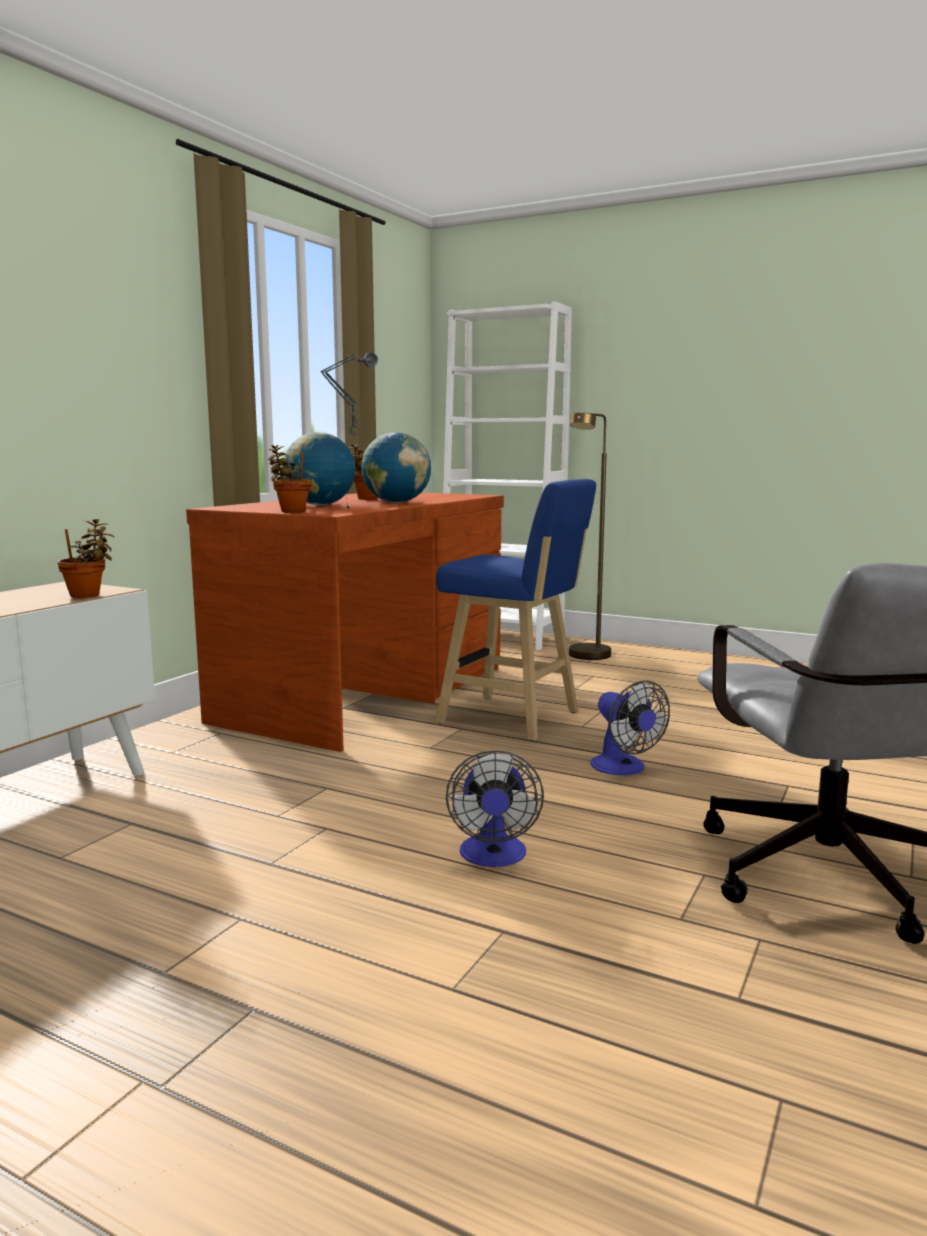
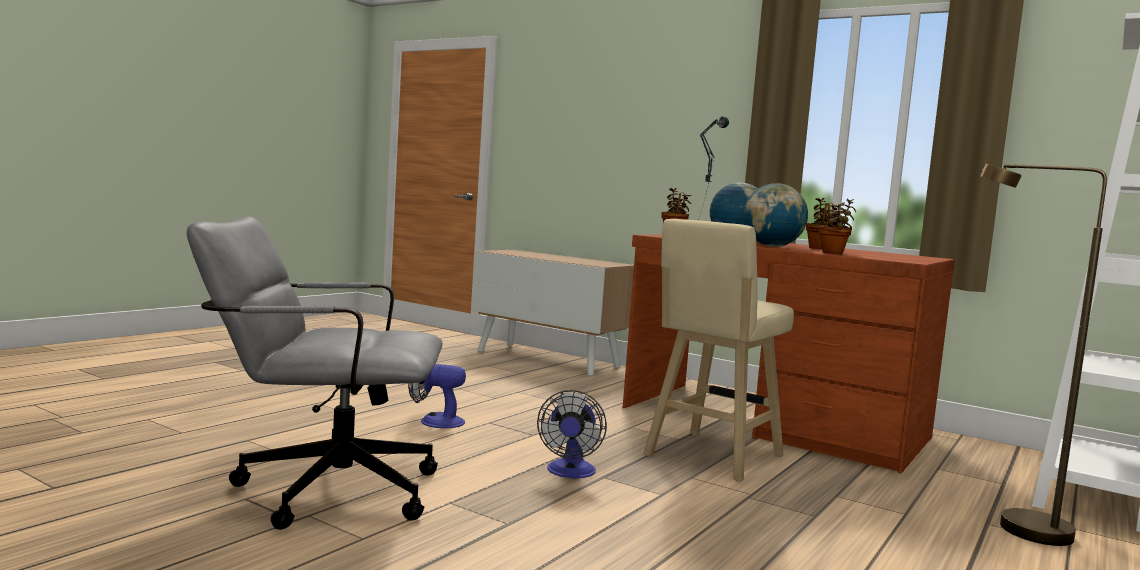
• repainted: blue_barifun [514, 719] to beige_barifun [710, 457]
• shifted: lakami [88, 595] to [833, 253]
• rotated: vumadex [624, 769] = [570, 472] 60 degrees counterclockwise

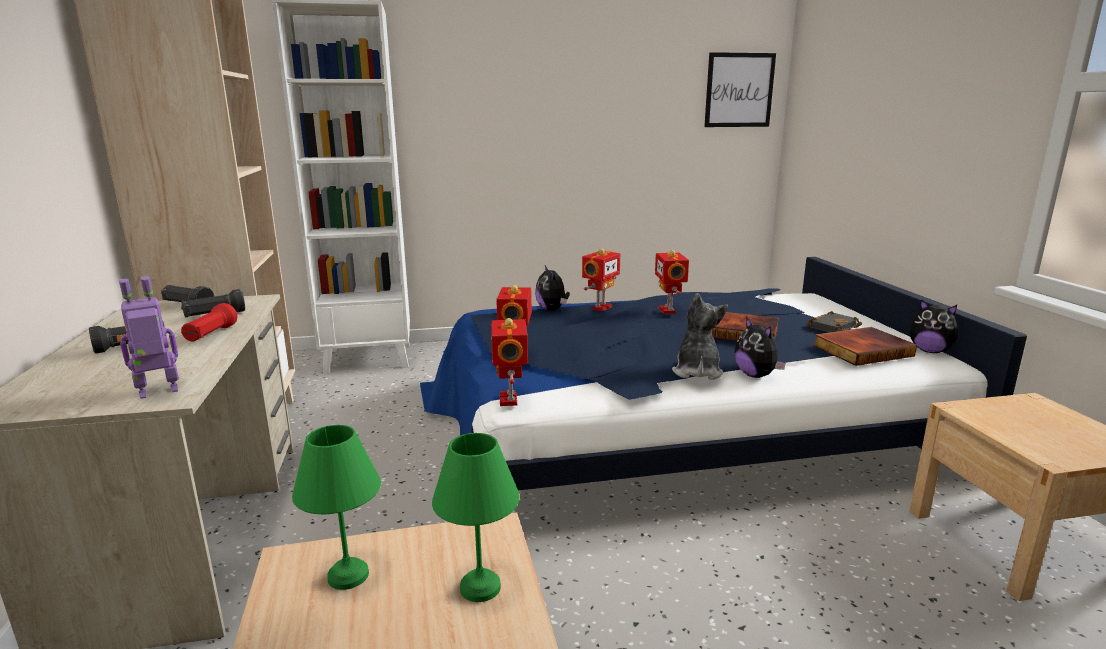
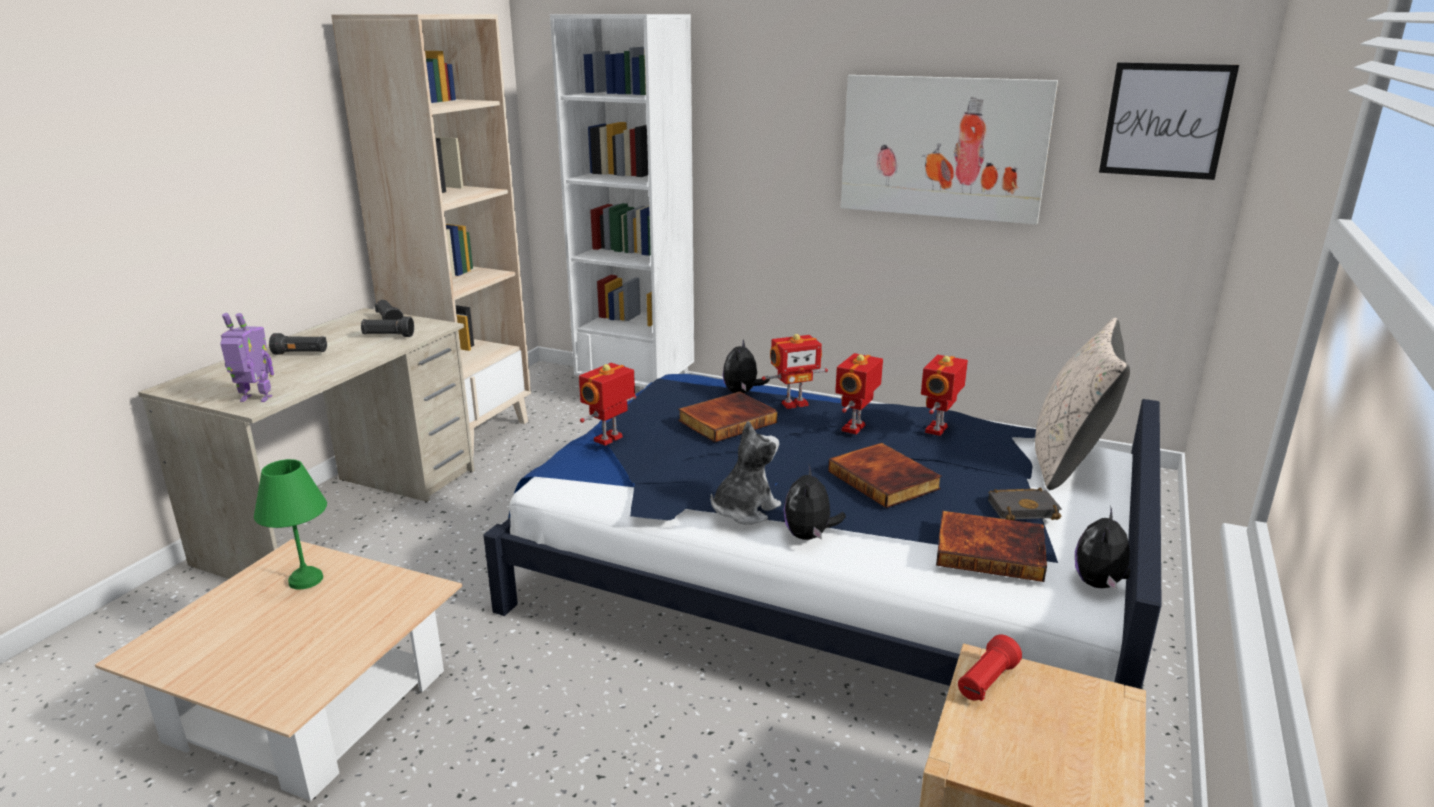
• rotated: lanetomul [930, 351] = [1101, 584] 45 degrees clockwise
• shifted: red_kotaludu [210, 335] to [986, 682]
• shifted: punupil [510, 400] to [938, 430]
• gone: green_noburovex [479, 586]
• new: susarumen [942, 147]
• new: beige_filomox [1069, 461]
• new: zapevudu [727, 420]

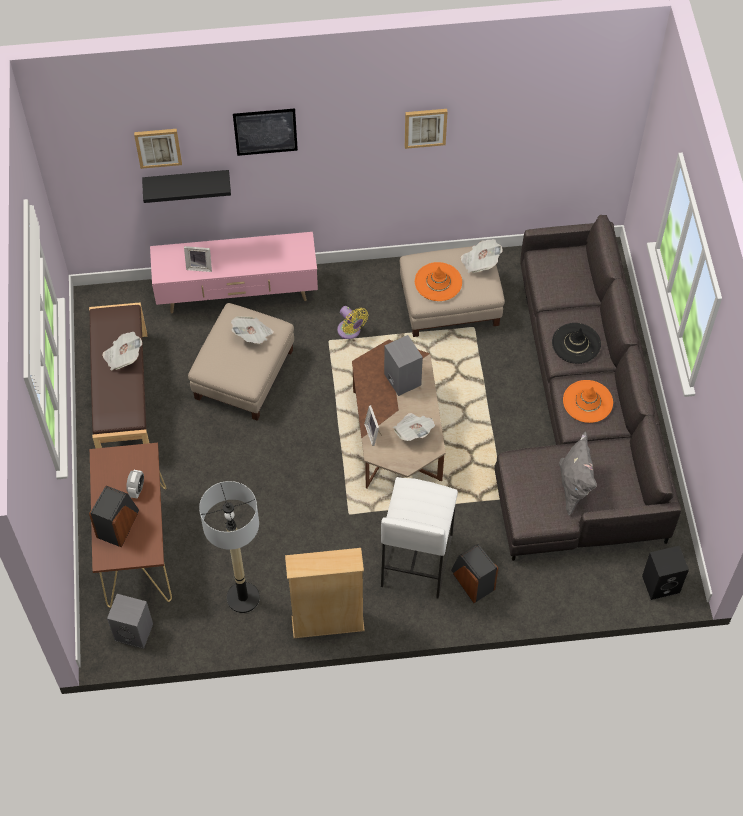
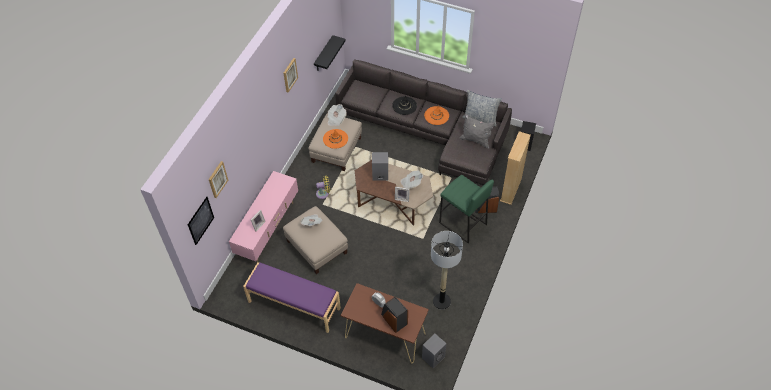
• shifted: susarumen [265, 131] to [200, 220]
• shifted: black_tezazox [187, 183] to [323, 54]
• repainted: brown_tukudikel [123, 398] to purple_tukudikel [294, 305]
• gone: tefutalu [123, 357]
• repainted: white_barifun [416, 560] to green_barifun [462, 223]
• shifted: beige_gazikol [328, 624] to [511, 190]
• new: filomox [480, 118]

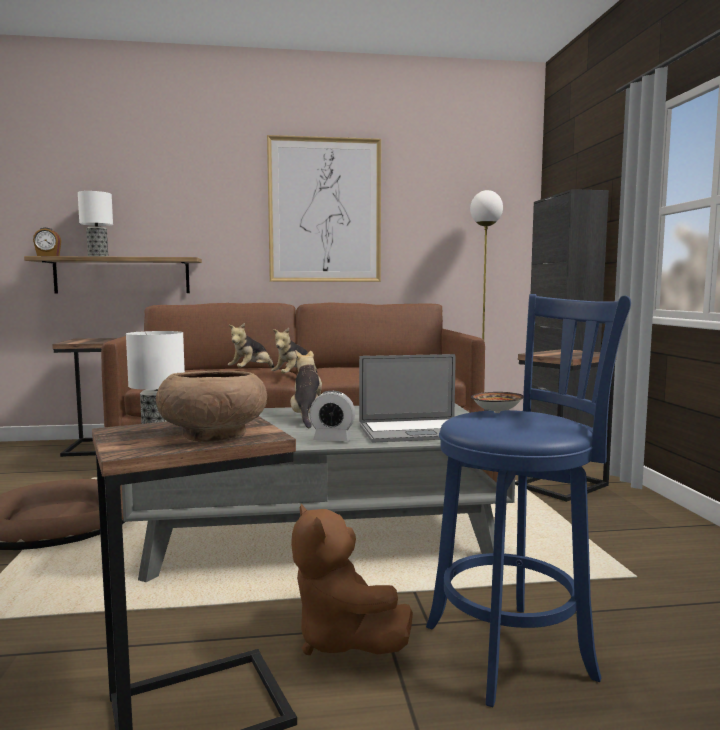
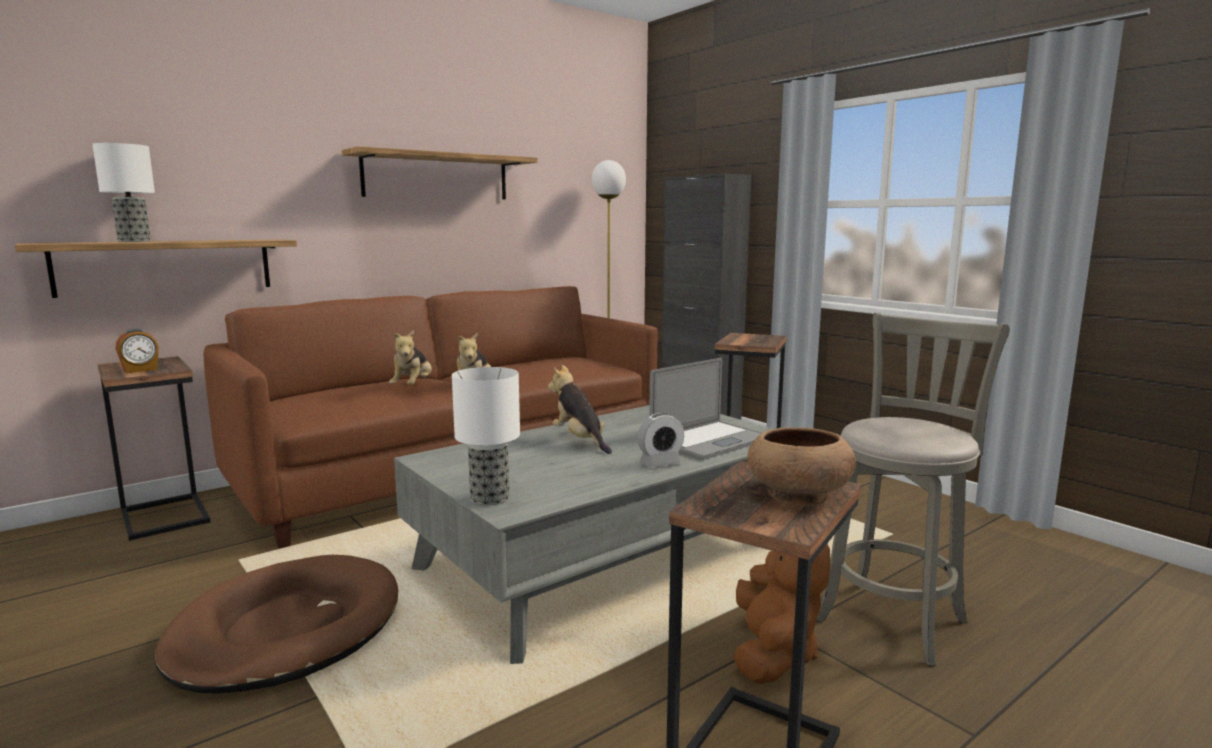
• swapped: susarumen [325, 210] to tezazox [436, 177]
• shifted: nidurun [48, 256] to [140, 370]
• repainted: blue_barifun [516, 650] to grey_barifun [894, 618]
• gone: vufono [498, 412]
• rotated: brown_lanetomul [342, 640] = [773, 654] 105 degrees counterclockwise

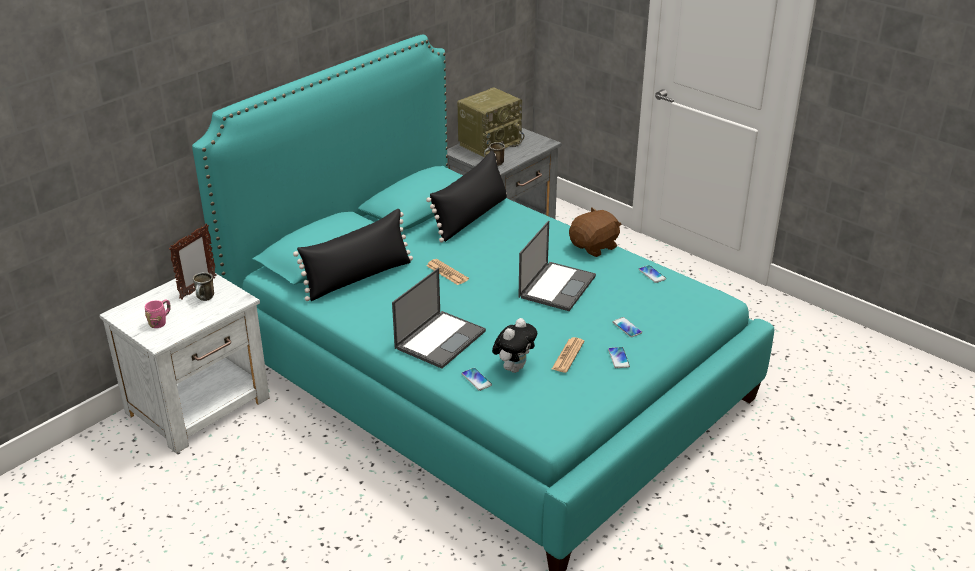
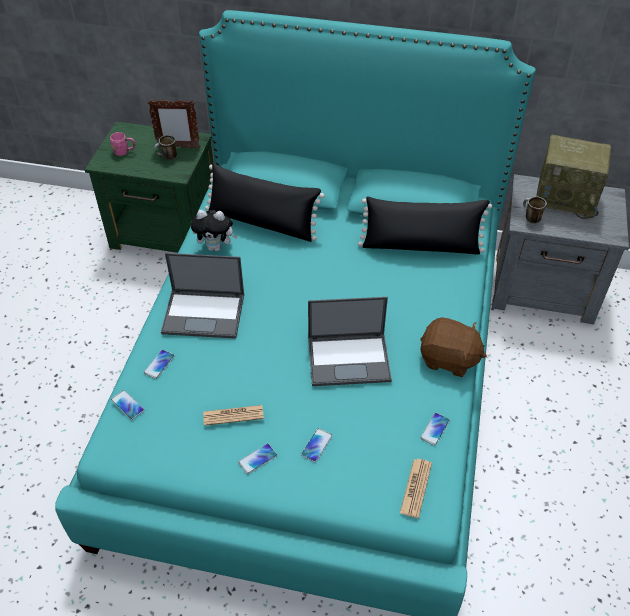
• shifted: tefutalu [447, 272] to [416, 488]
• repainted: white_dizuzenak [200, 405] to green_dizuzenak [166, 231]
• shifted: lanetomul [514, 367] to [216, 247]
• new: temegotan [127, 405]

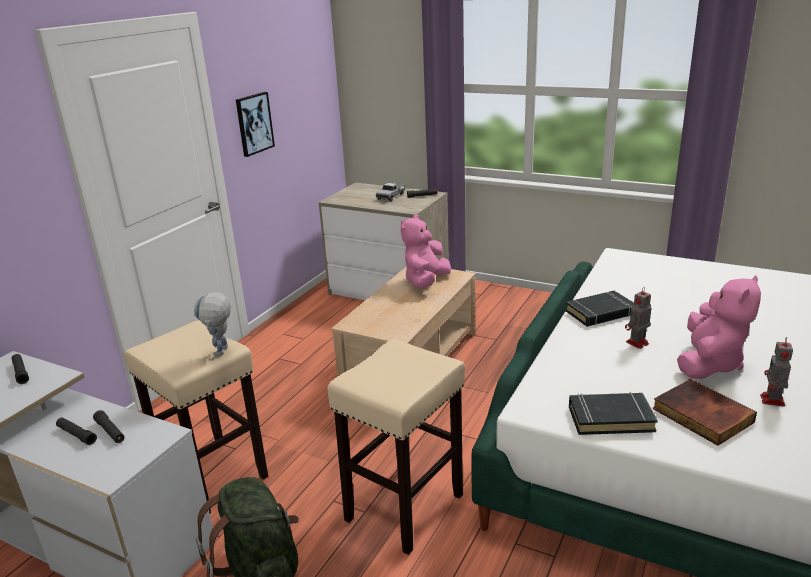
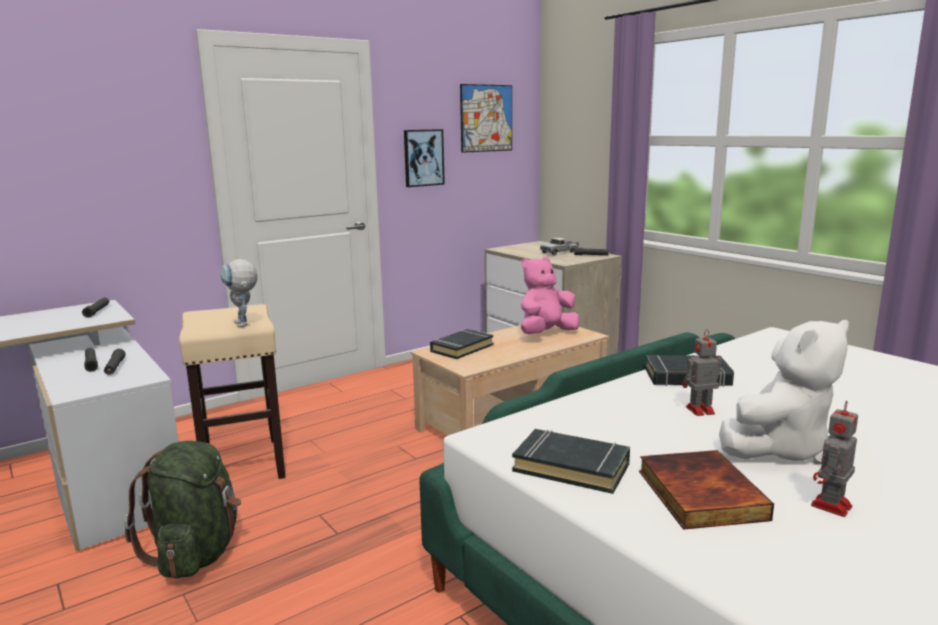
• repainted: pink_lanetomul [709, 363] to white_lanetomul [778, 448]
• rotated: punupil [221, 354] = [244, 325] 60 degrees counterclockwise
• gone: beige_barifun [405, 506]
• new: susarumen [486, 118]
• new: black_zapevudu [461, 348]

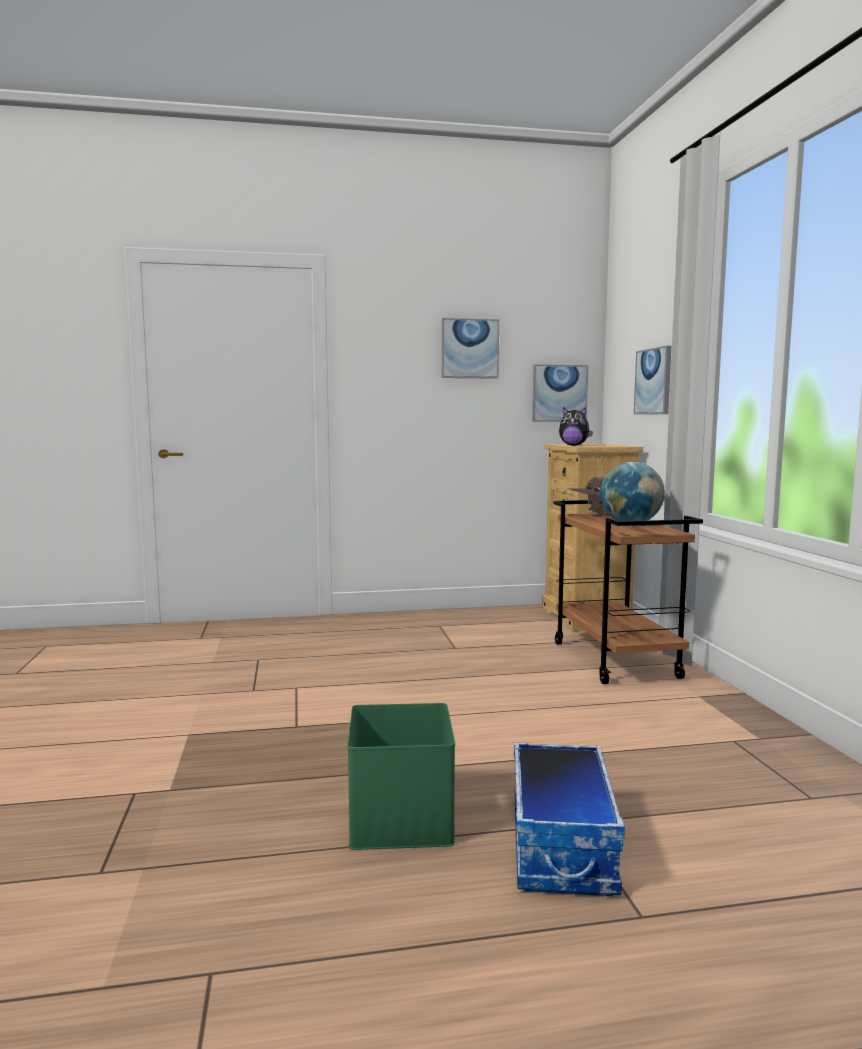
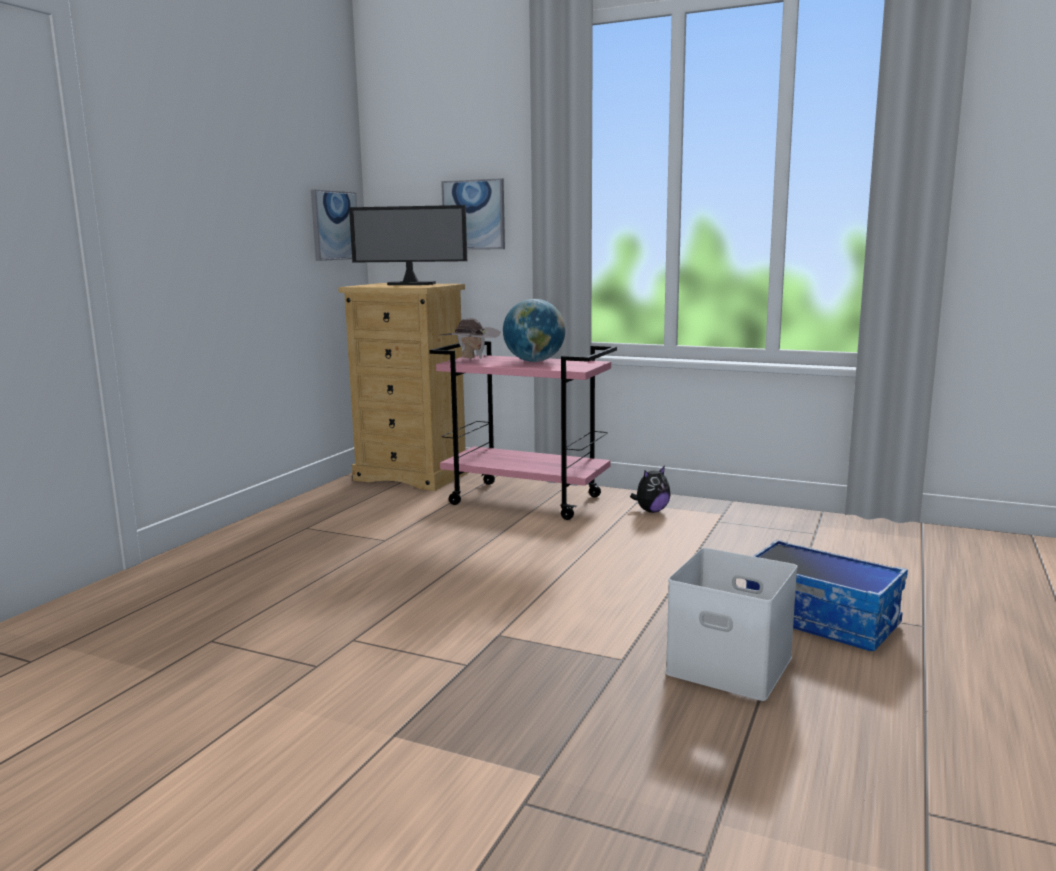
• gone: susarumen [469, 348]
• shifted: lanetomul [574, 445] to [651, 511]
• repainted: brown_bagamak [616, 660] to pink_bagamak [527, 500]
• repainted: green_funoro [403, 820] to white_funoro [732, 665]
• new: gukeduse [410, 284]

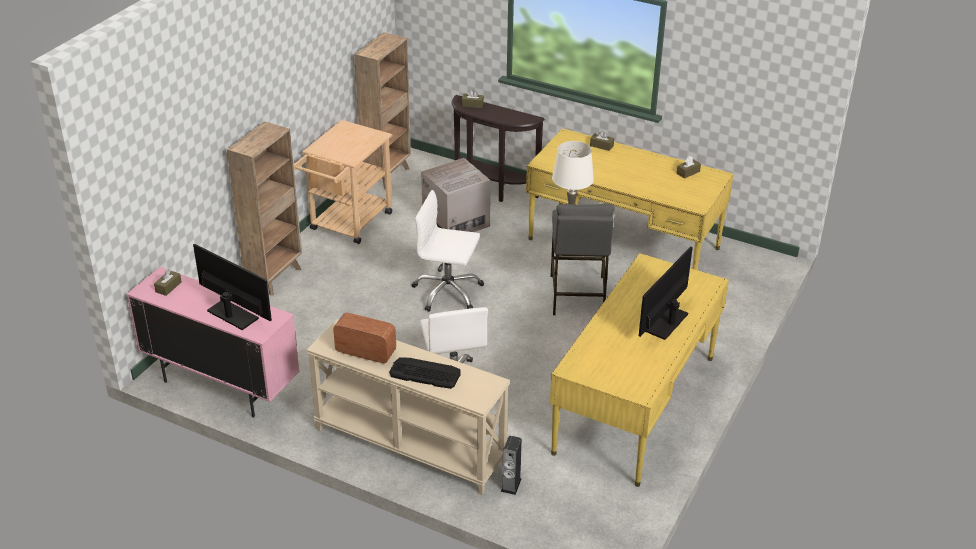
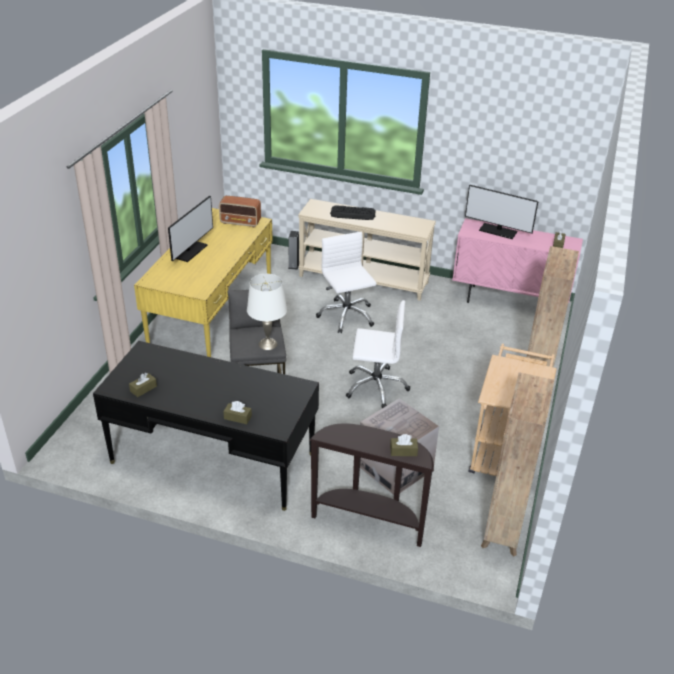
• repainted: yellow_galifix [623, 243] to black_galifix [213, 458]
• shifted: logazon [365, 352] to [241, 222]

